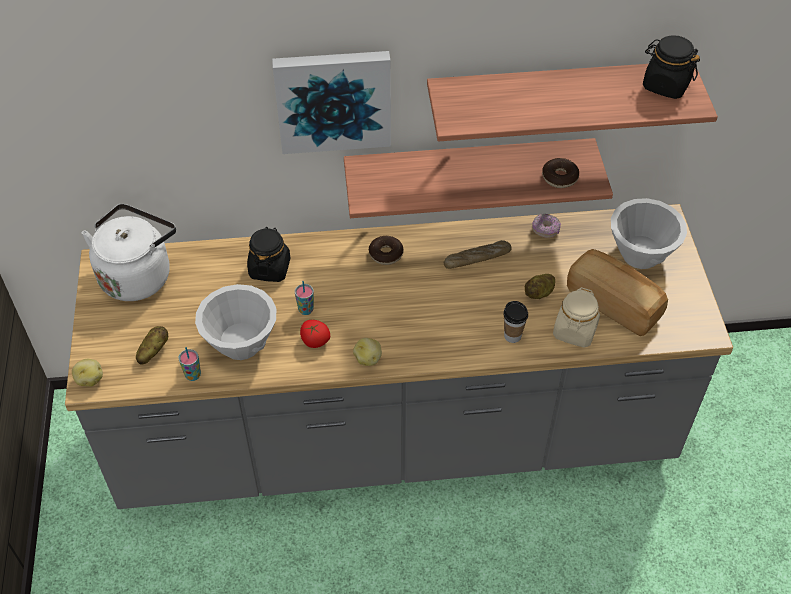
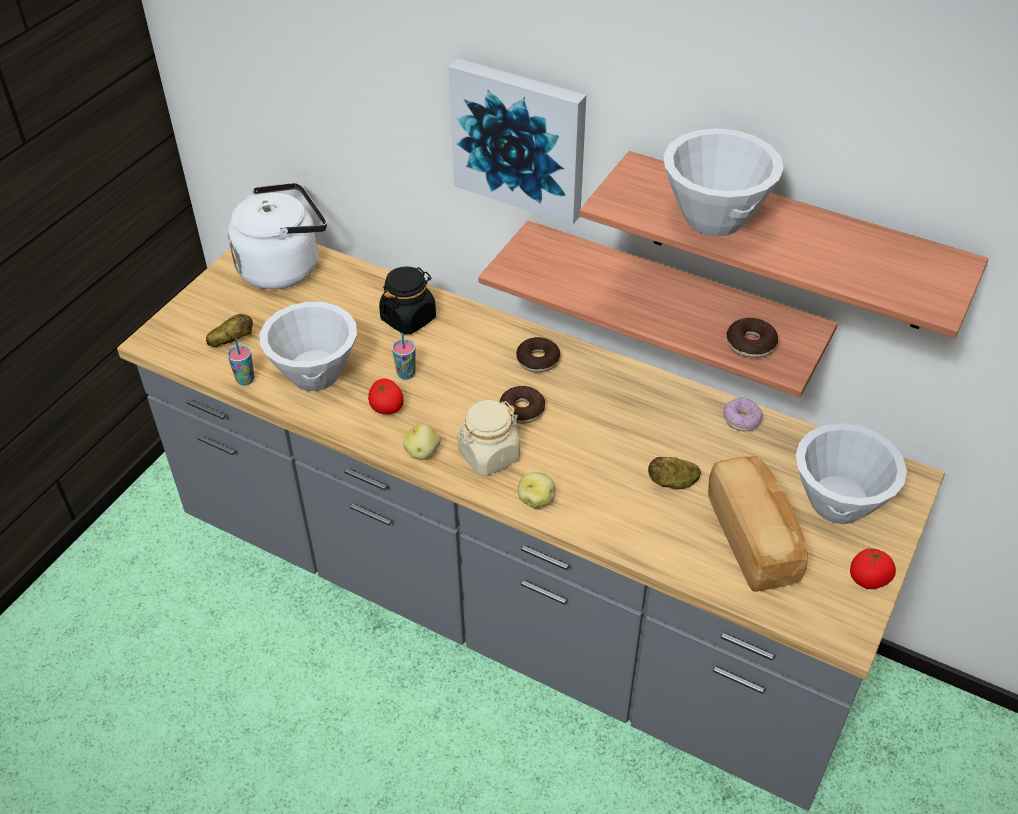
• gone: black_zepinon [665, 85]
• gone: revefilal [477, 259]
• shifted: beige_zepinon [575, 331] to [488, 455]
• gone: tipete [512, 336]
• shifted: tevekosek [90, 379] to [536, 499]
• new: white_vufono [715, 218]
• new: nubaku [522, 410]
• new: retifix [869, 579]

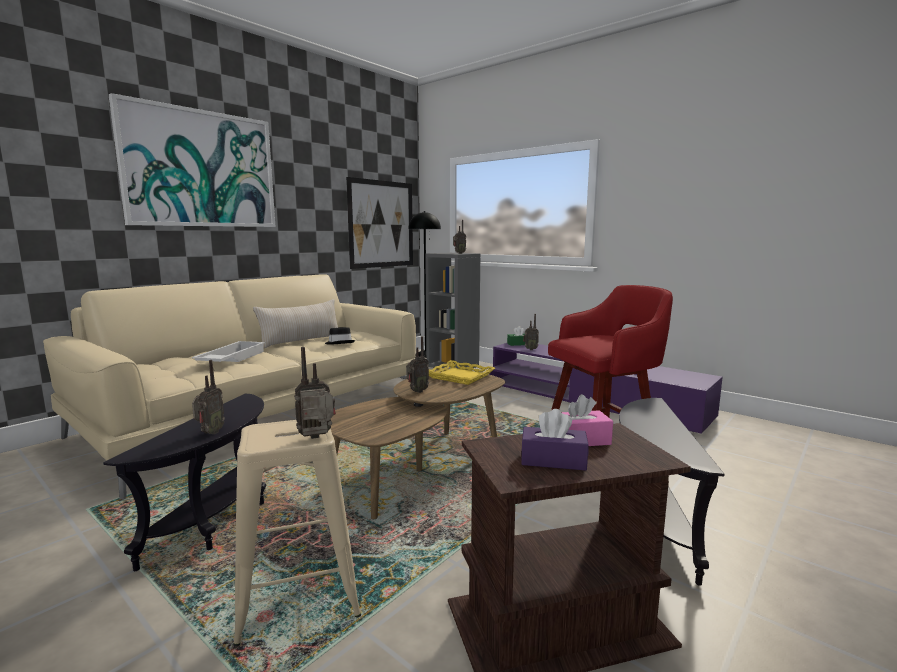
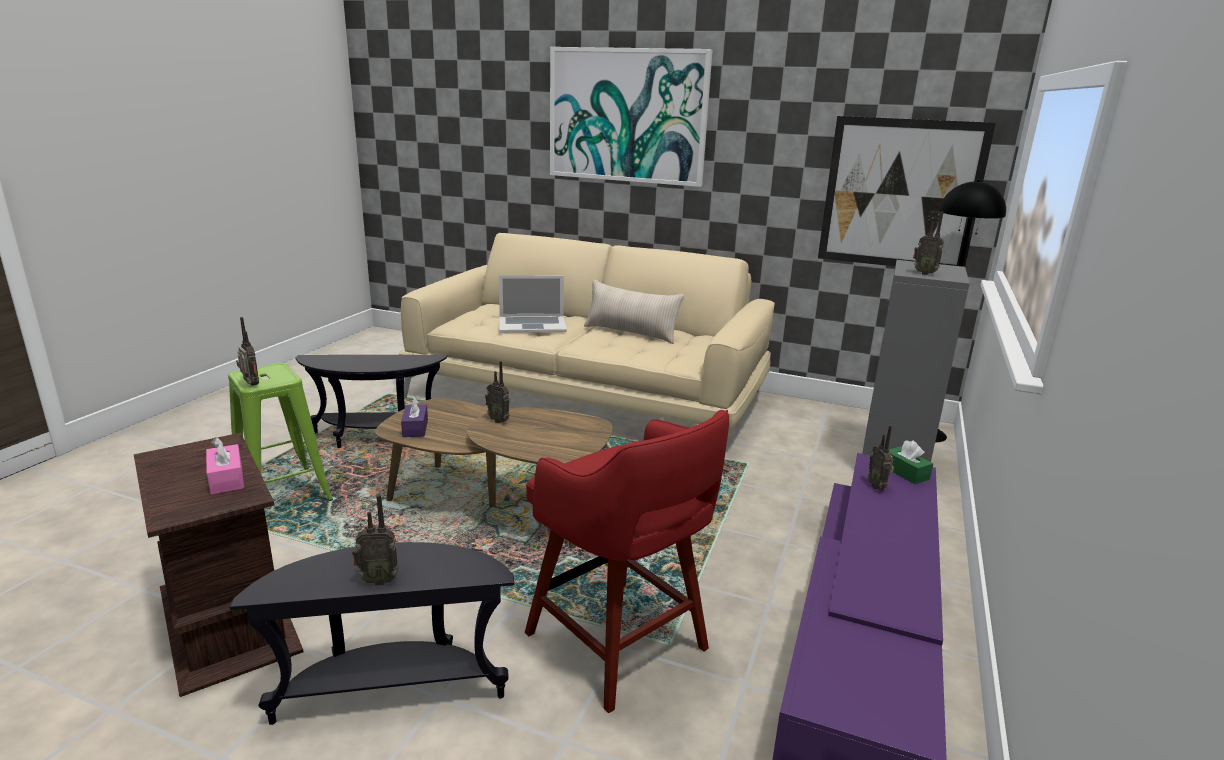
• gone: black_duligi [339, 343]
• swapped: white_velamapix [231, 358] to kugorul [532, 324]
• shifted: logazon [209, 433] to [378, 580]
• gone: yellow_velamapix [460, 376]
• shifted: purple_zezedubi [553, 460] to [415, 428]
• repainted: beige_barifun [299, 594] to green_barifun [282, 494]

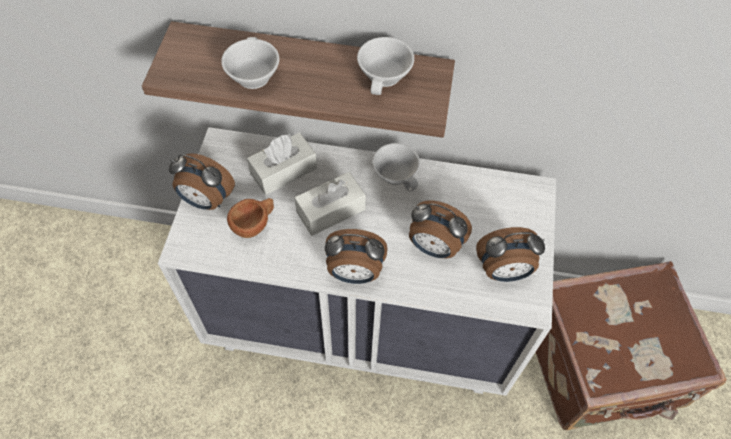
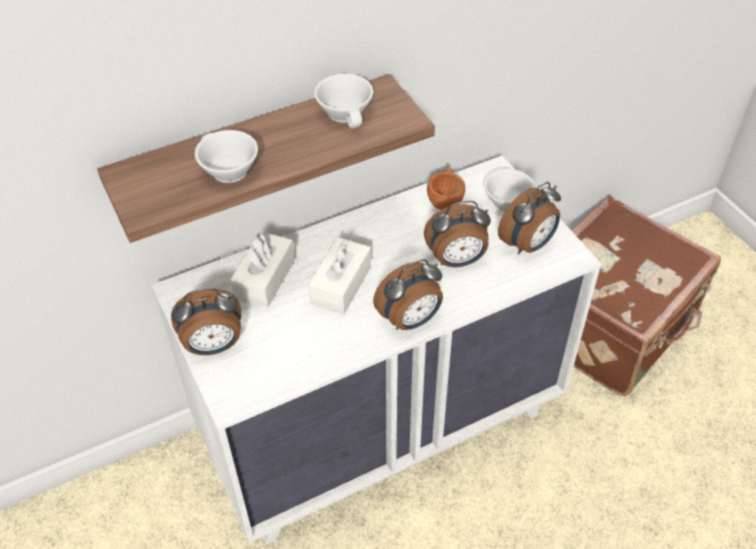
• shifted: white_tipete [397, 174] to [509, 200]
• shifted: brown_tipete [255, 224] to [445, 199]

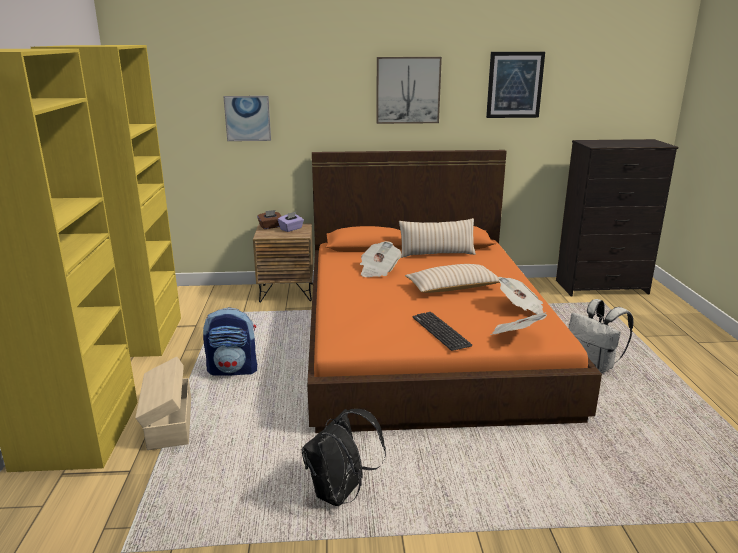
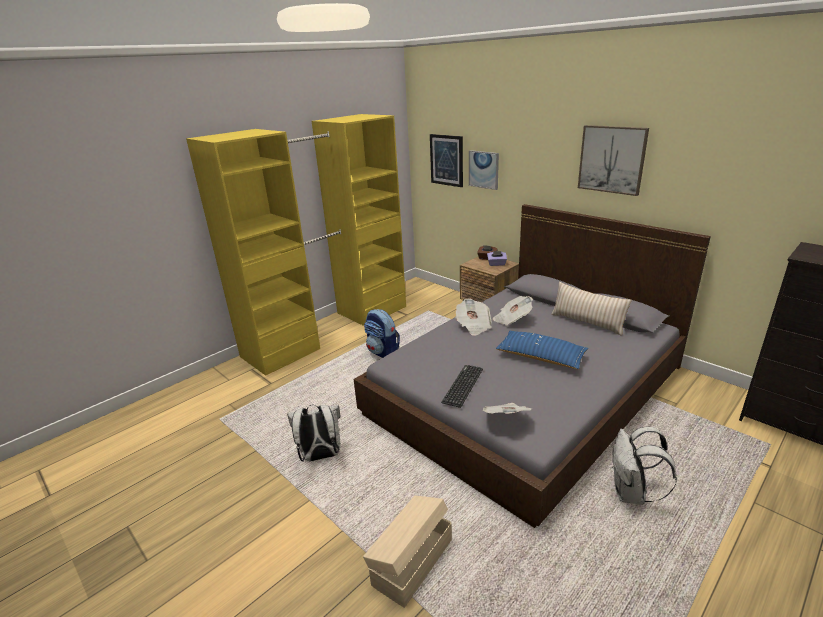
• shifted: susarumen [514, 85] to [447, 160]
• repainted: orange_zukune [424, 337] to grey_zukune [526, 389]
• repainted: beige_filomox [453, 288] to blue_filomox [540, 357]
• shifted: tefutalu [521, 308] to [473, 326]
• shifted: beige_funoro [169, 423] to [411, 562]
• repainted: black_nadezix [341, 494] to white_nadezix [320, 456]

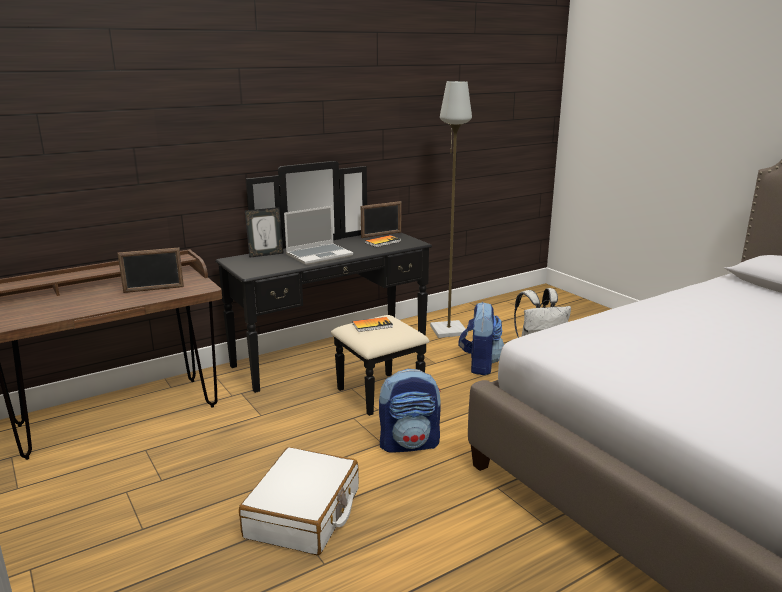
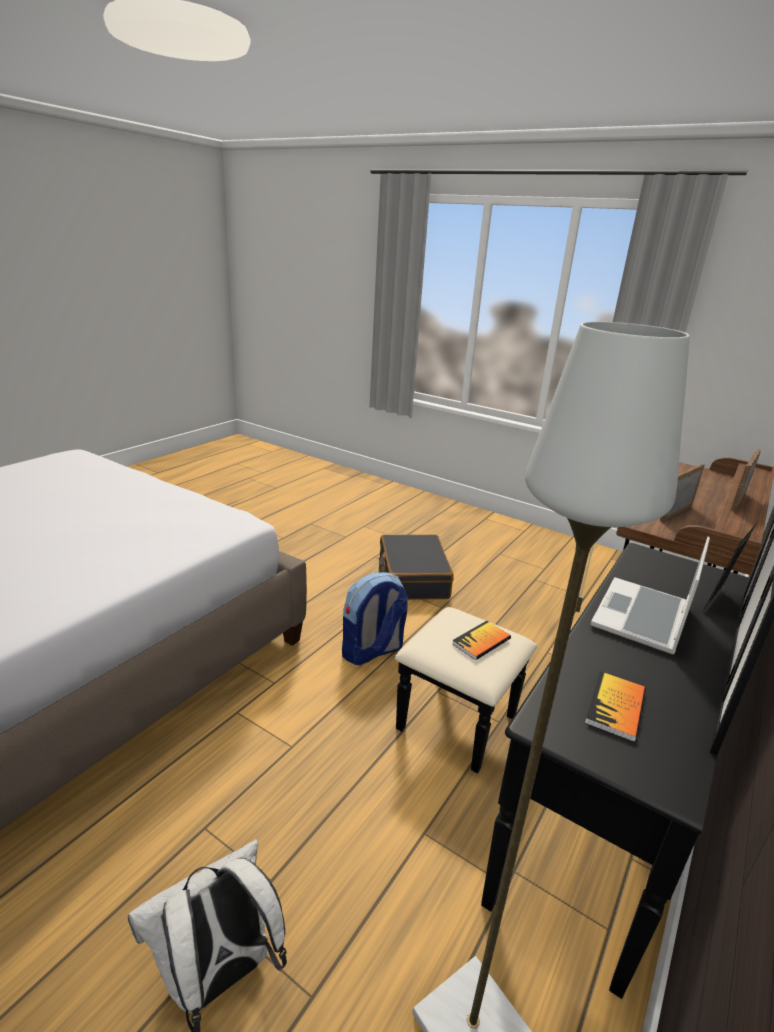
• shifted: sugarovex [381, 235] to [738, 501]
• gone: nadezix [480, 365]
• repainted: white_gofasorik [304, 514] to black_gofasorik [412, 578]

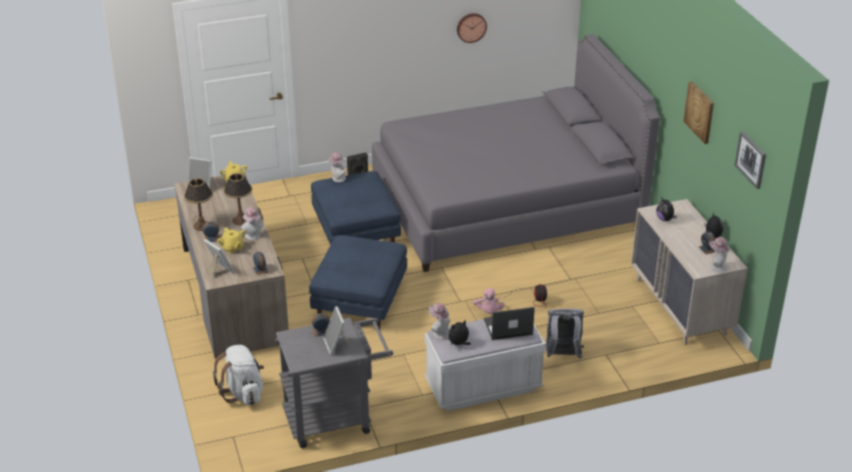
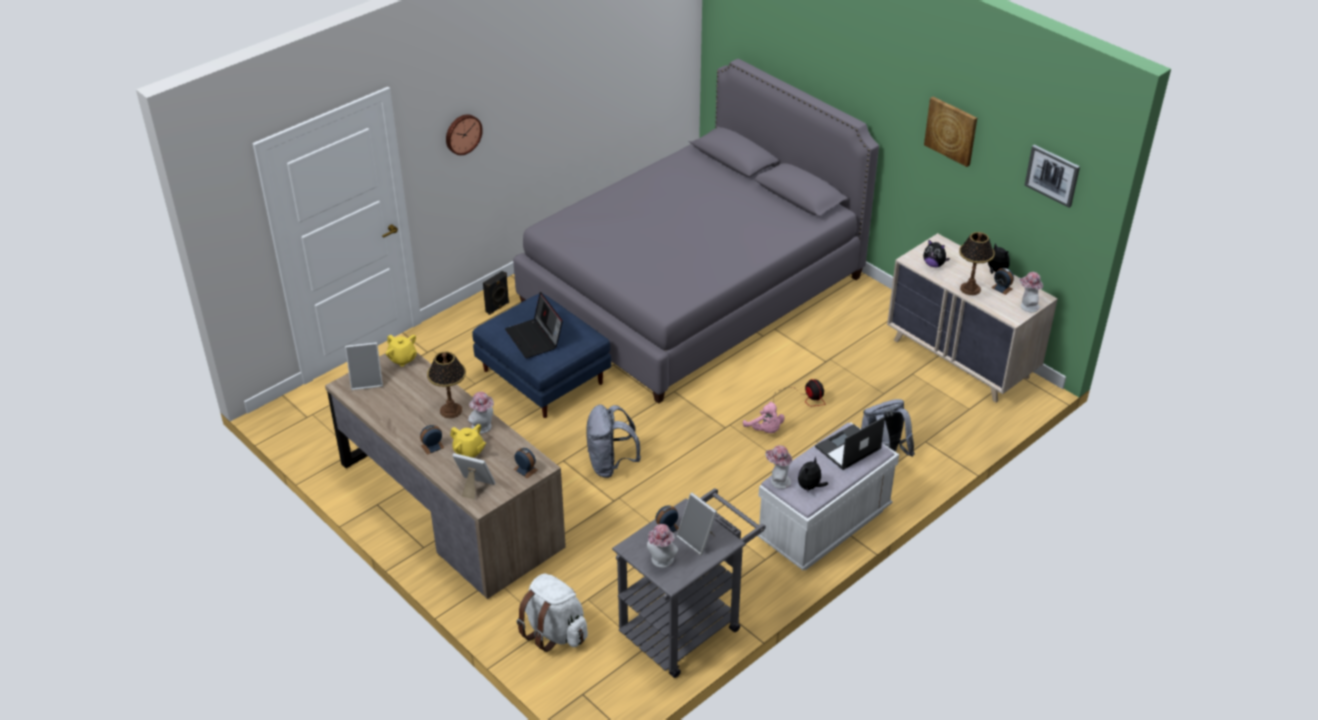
• shifted: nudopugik [471, 27] to [462, 133]
• shifted: duligi [337, 179] to [661, 561]
• shifted: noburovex [201, 226] to [970, 288]
• swapped: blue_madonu [360, 301] to grey_nadezix [611, 465]
• new: kugorul [535, 338]

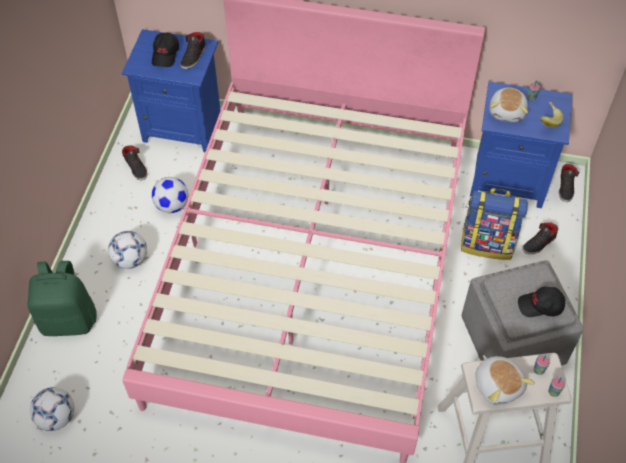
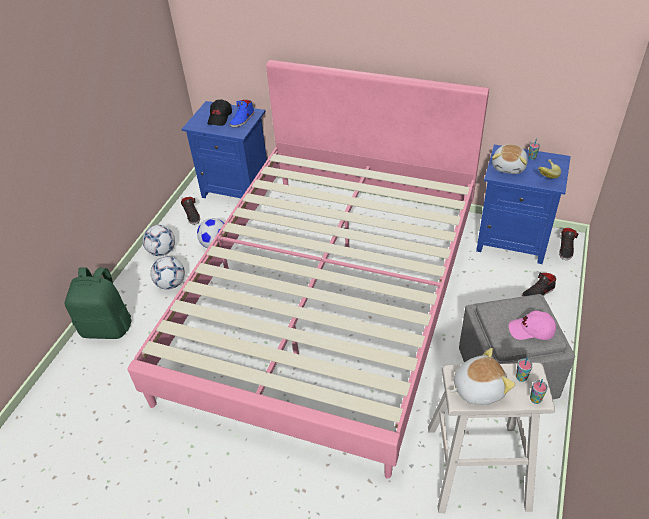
• repainted: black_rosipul [194, 56] to blue_rosipul [243, 120]
• gone: nadezix [487, 243]
• repainted: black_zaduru [540, 306] to pink_zaduru [531, 331]
• rotated: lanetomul [498, 385] = [477, 388] 90 degrees counterclockwise
• shifted: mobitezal [57, 417] to [162, 251]

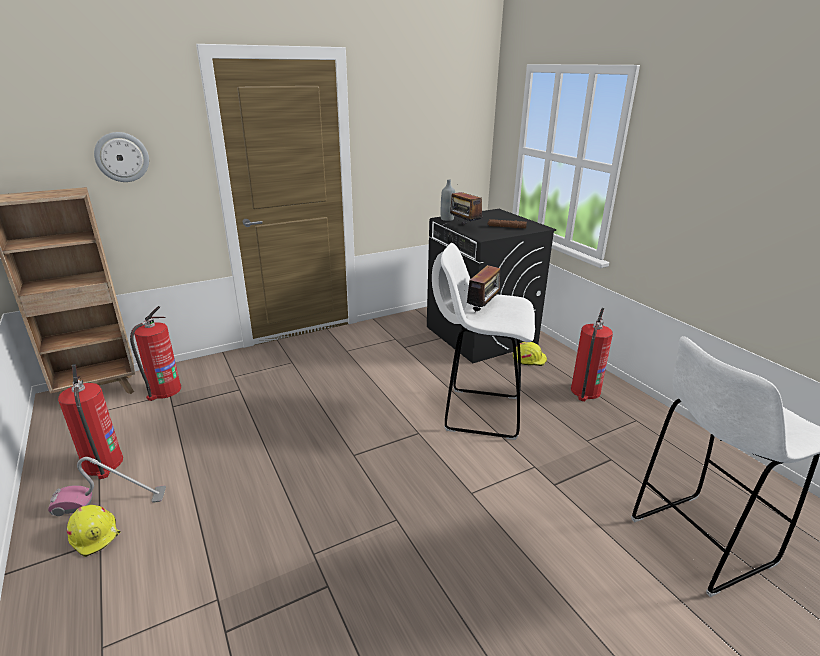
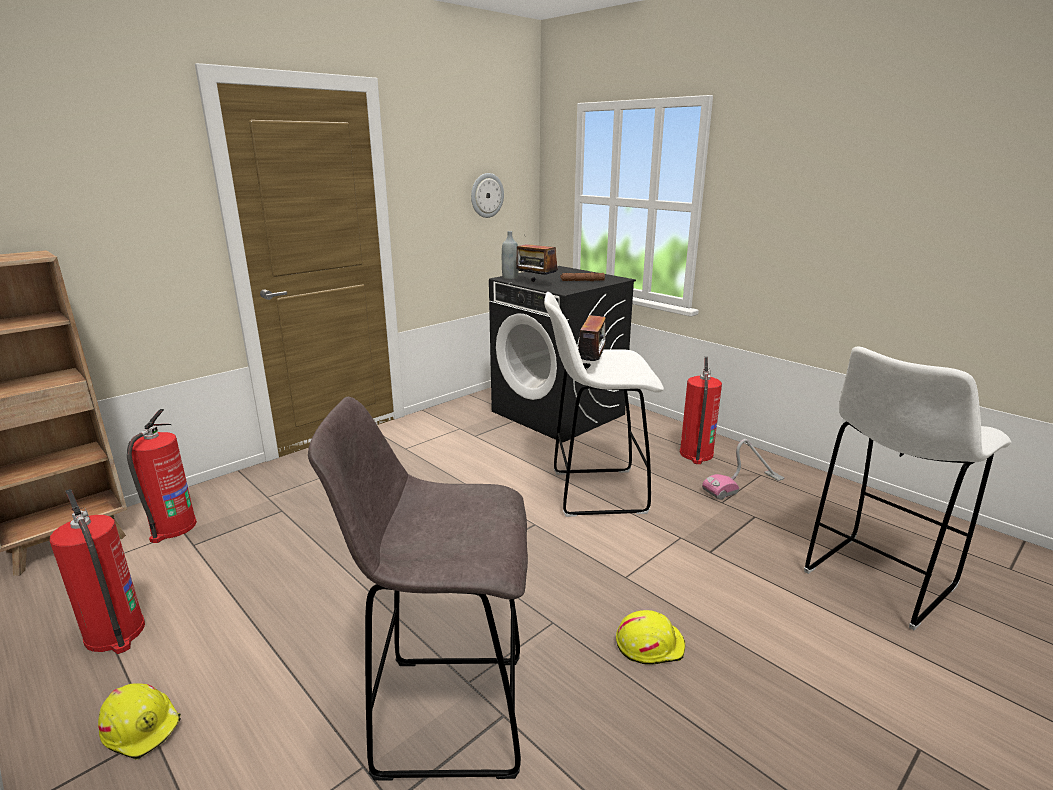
• shifted: nudopugik [122, 157] to [486, 195]
• shifted: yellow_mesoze [529, 359] to [649, 644]
• shifted: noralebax [110, 501] to [743, 485]
• new: grey_barifun [445, 714]

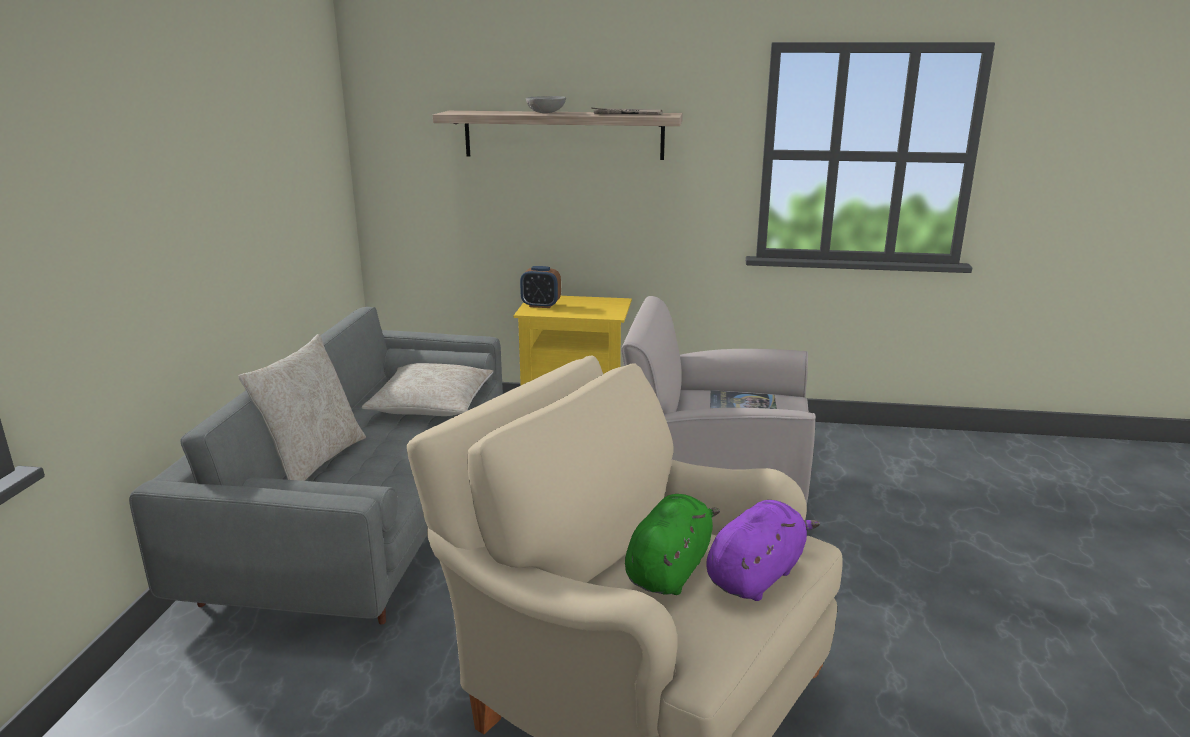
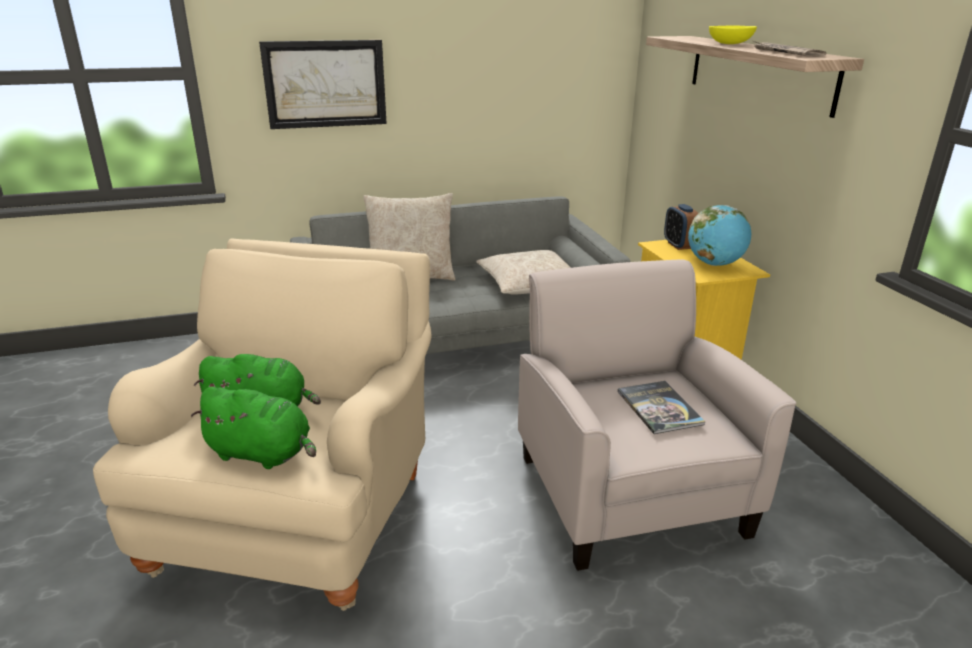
• repainted: grey_vufono [546, 113] to yellow_vufono [730, 44]
• repainted: purple_lanetomul [756, 575] to green_lanetomul [263, 454]
• new: susarumen [325, 84]
• new: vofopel [715, 264]

